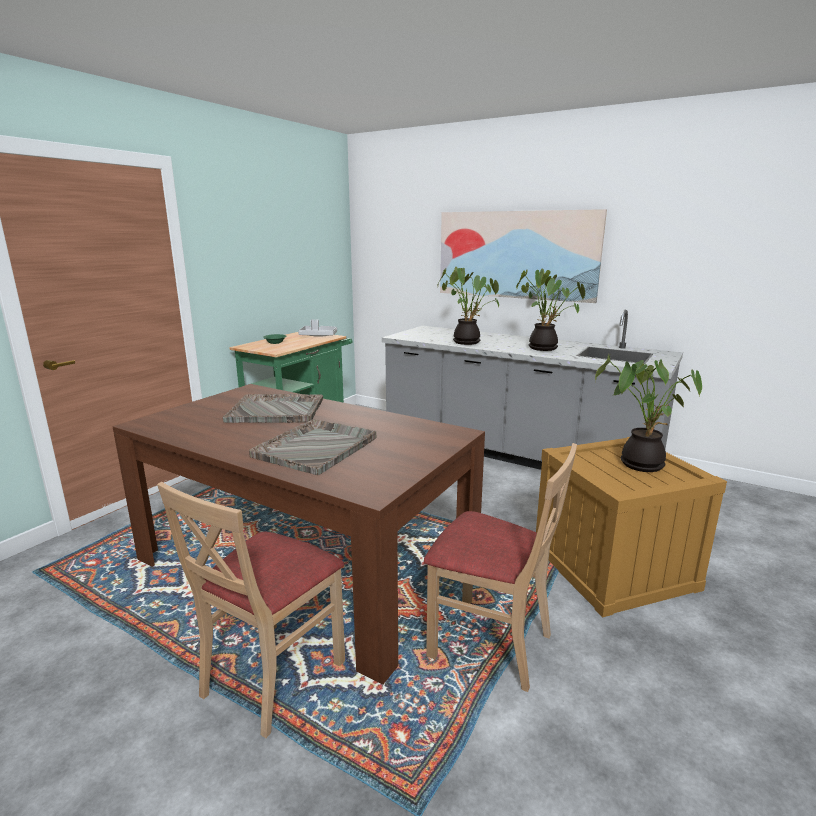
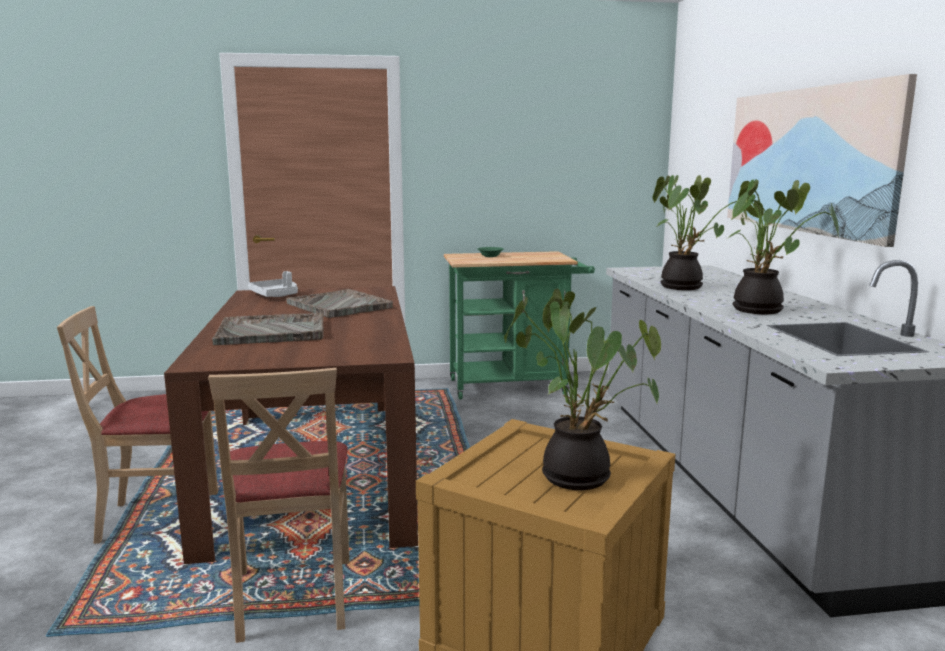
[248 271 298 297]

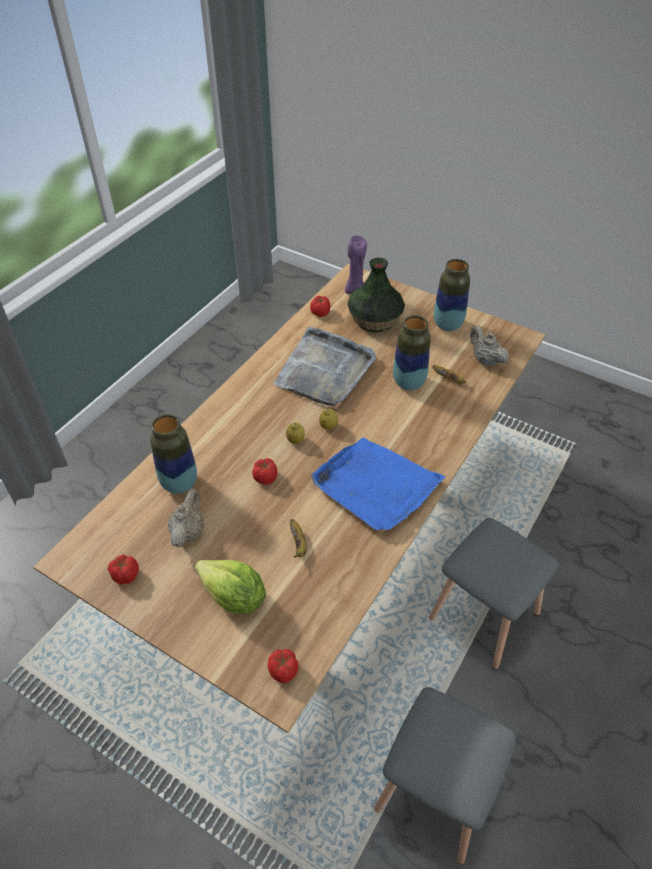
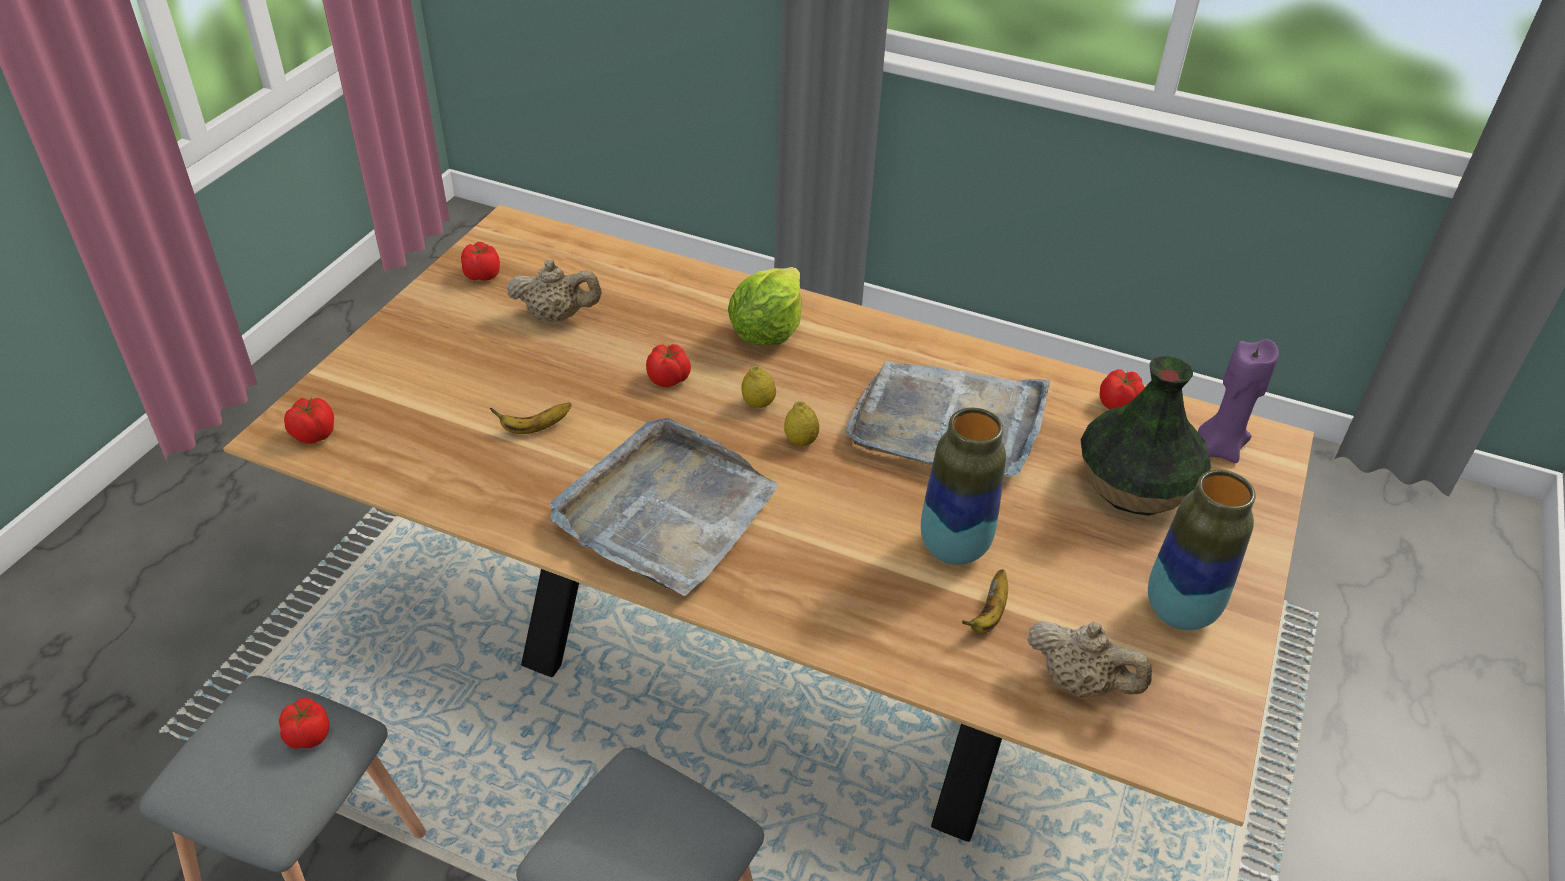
[1027 621 1152 698]
[150 414 197 494] (first image)
[550 418 779 596]
[728 267 802 345]
[279 698 329 749]

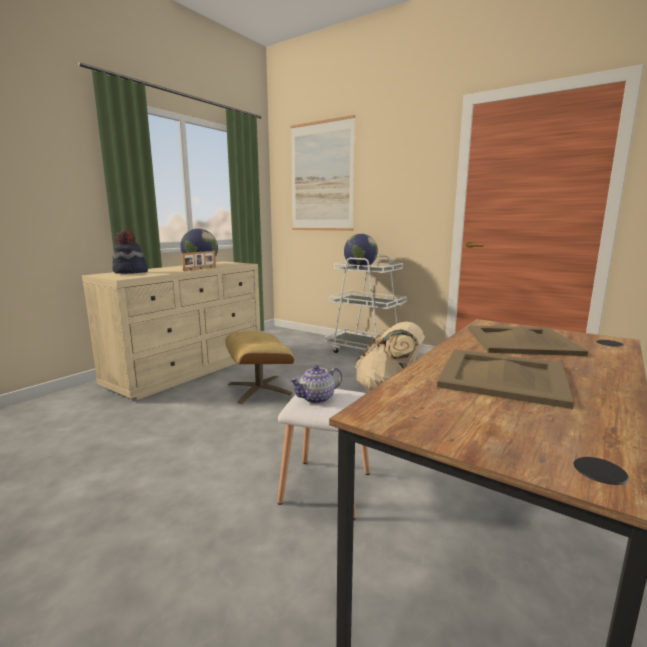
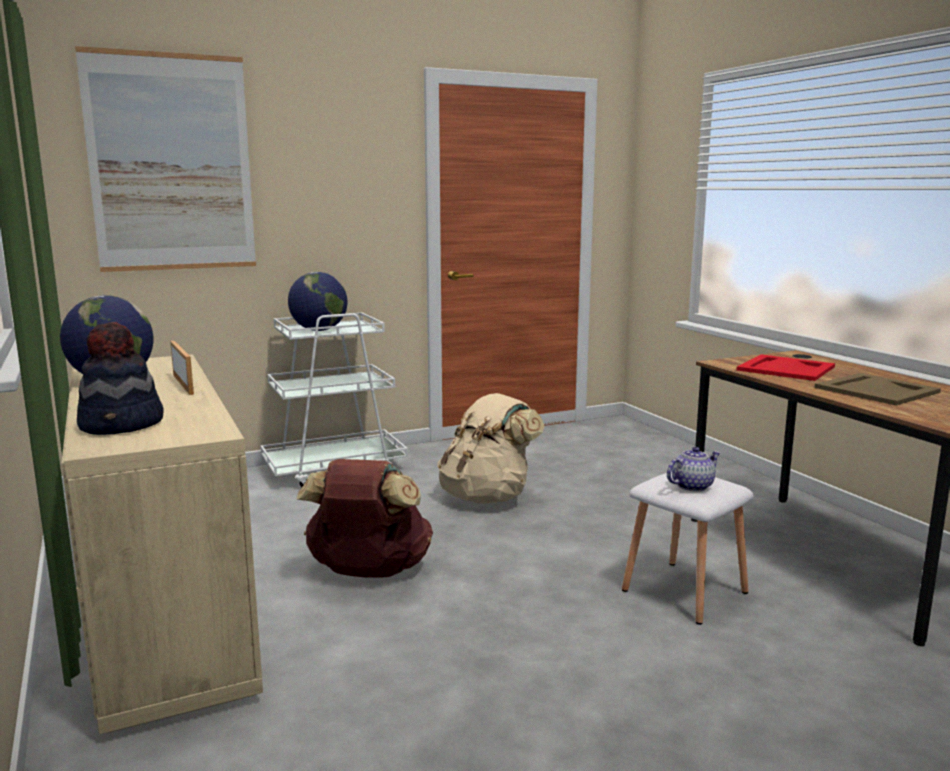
[736 355 835 381]
[296 459 433 578]
[667 447 720 492]

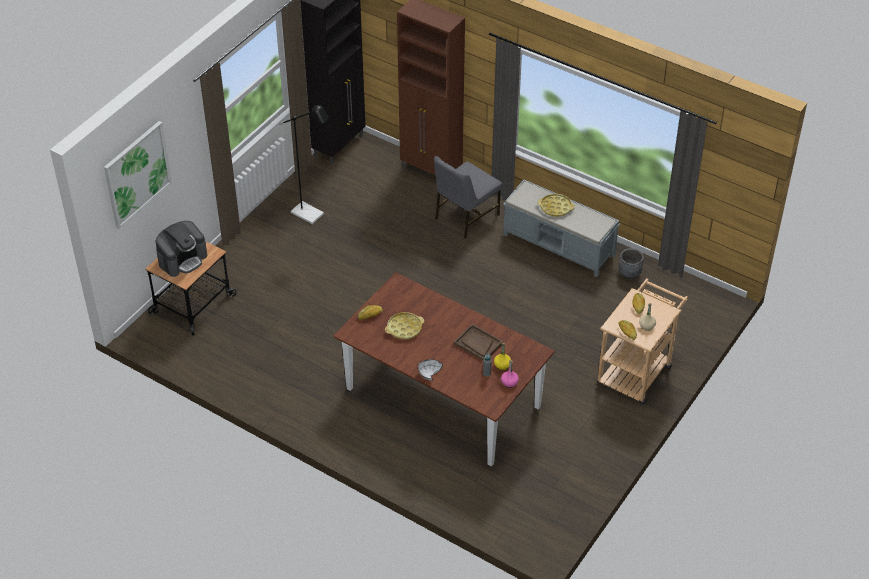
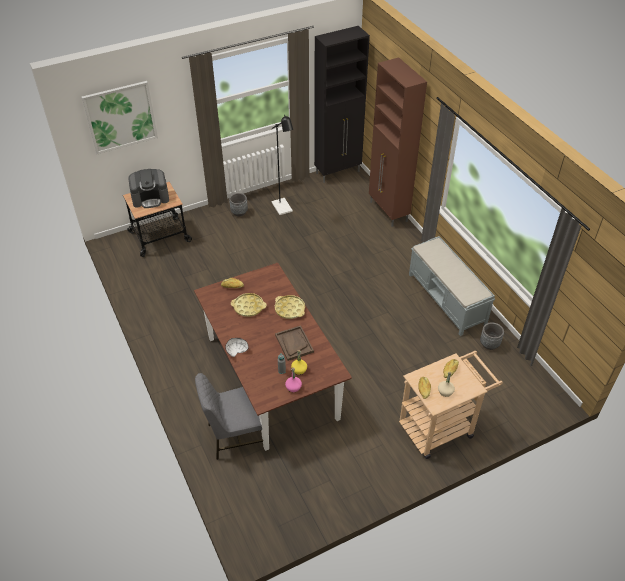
[195 373 263 460]
[275 295 305 319]
[229 193 248 216]

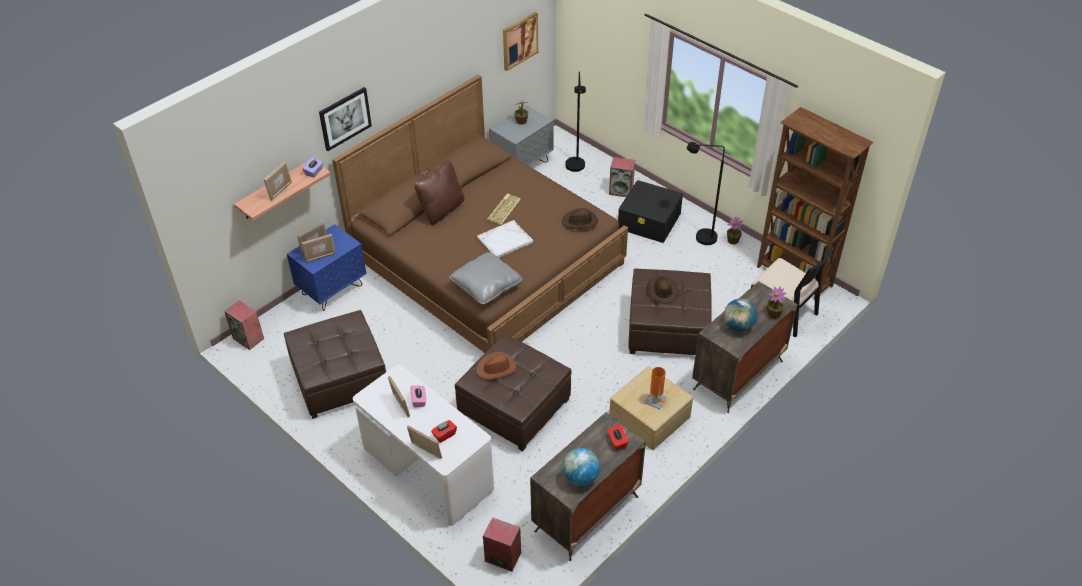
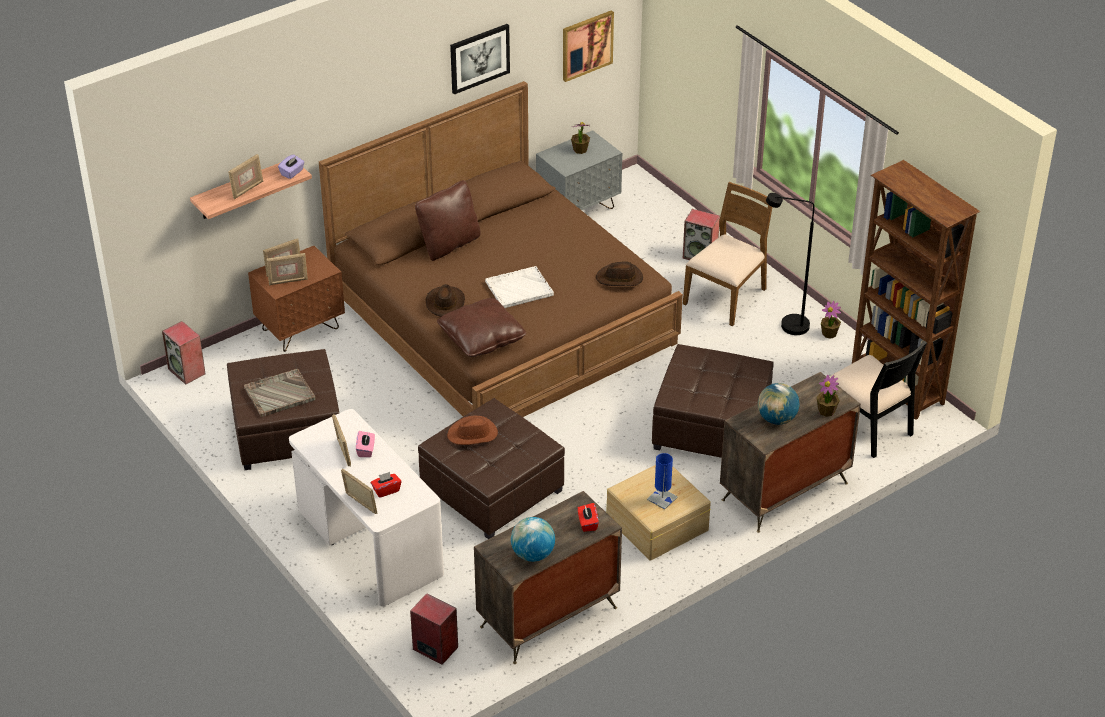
[565 71 586 172] (first image)
[450 24 510 94]
[683 182 772 326]
[487 193 521 225] (first image)
[248 246 345 352]
[437 298 526 357]
[426 284 465 317]
[647 453 678 510]
[244 369 316 417]

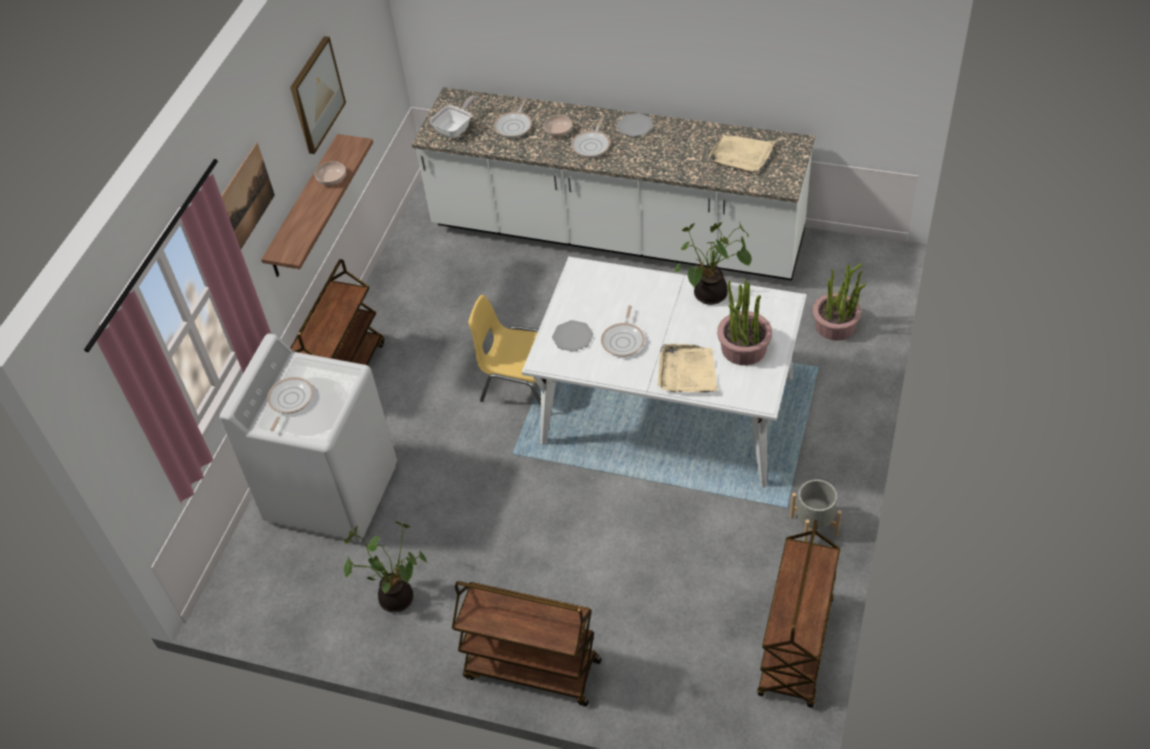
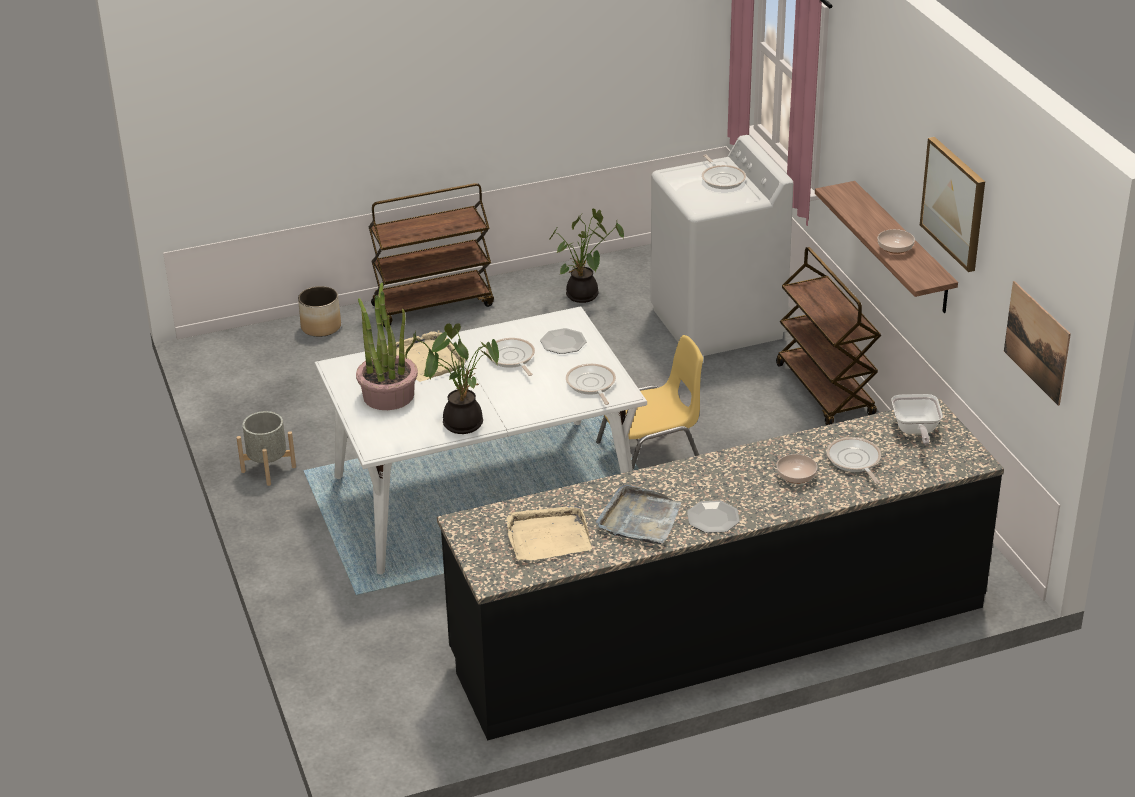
[437 399 1004 741]
[566 364 616 405]
[1004 281 1071 406]
[813 263 866 341] (first image)
[758 520 840 708] (first image)
[298 286 341 337]
[596 485 681 544]

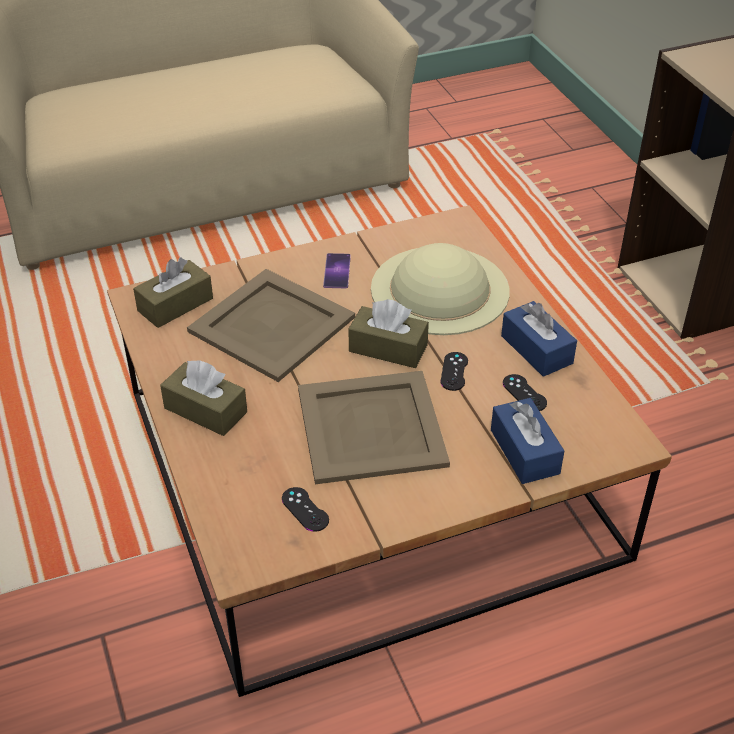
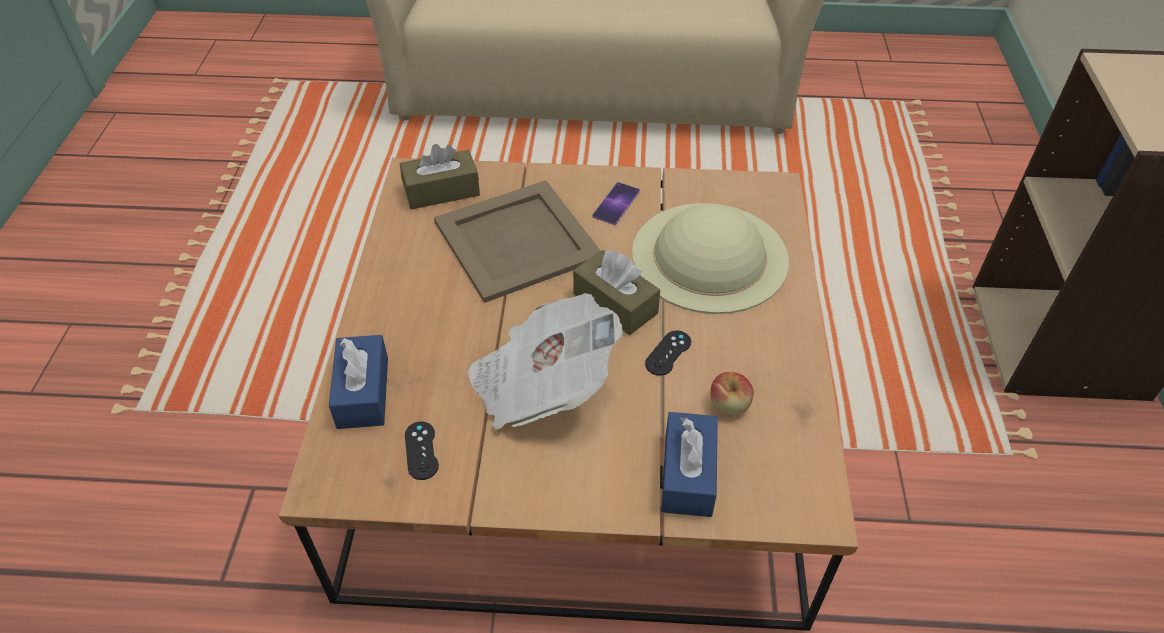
[329 335 388 429]
[160 360 247 436] (first image)
[468 293 623 430]
[710 372 754 416]

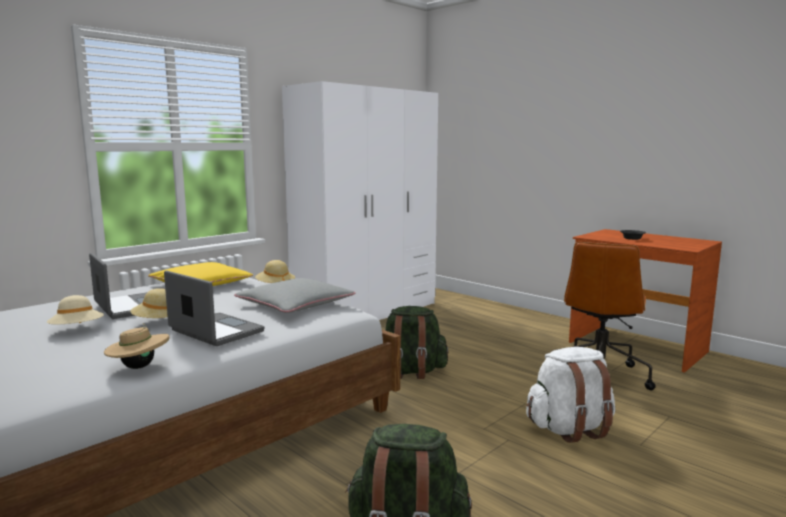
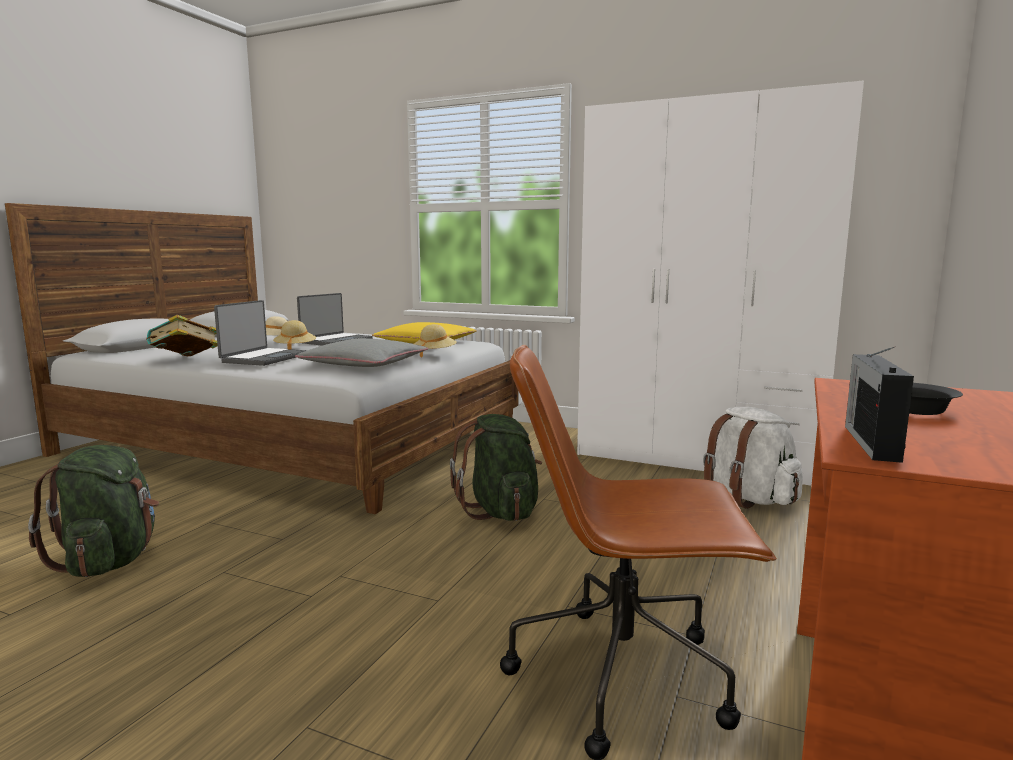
[146 315 218 356]
[703 407 803 509]
[845 347 914 463]

